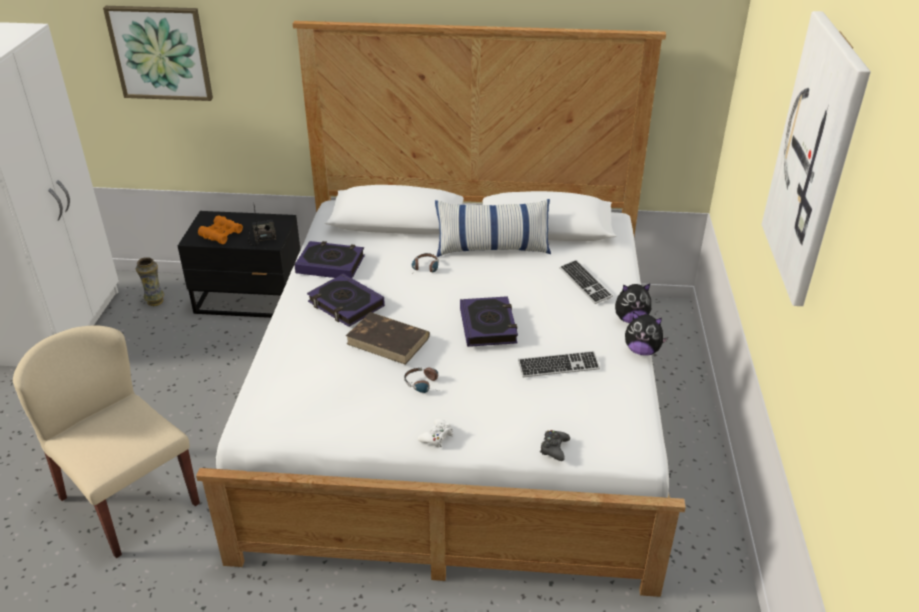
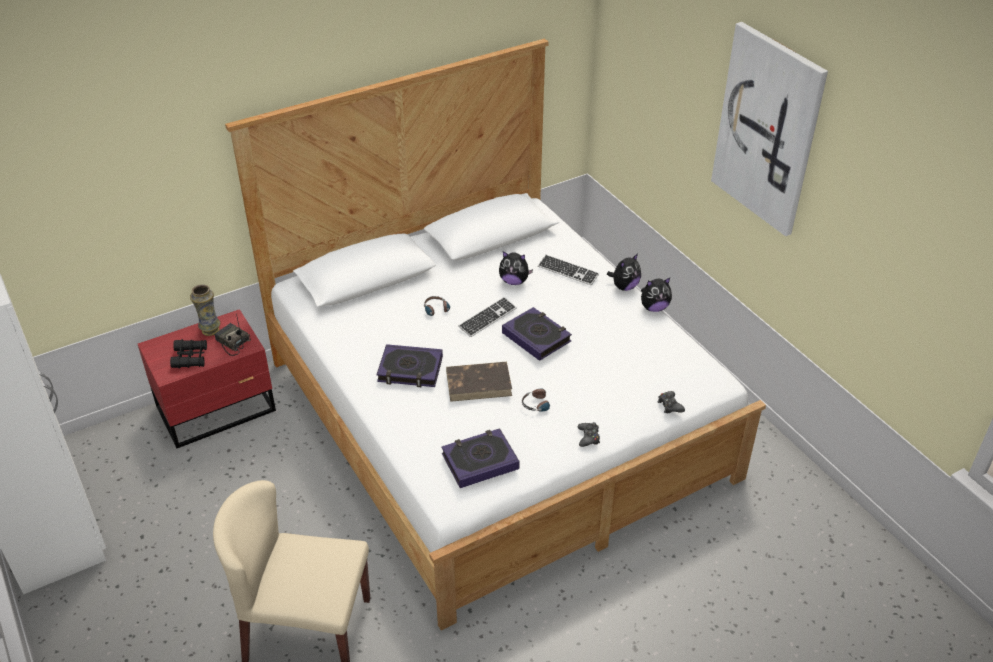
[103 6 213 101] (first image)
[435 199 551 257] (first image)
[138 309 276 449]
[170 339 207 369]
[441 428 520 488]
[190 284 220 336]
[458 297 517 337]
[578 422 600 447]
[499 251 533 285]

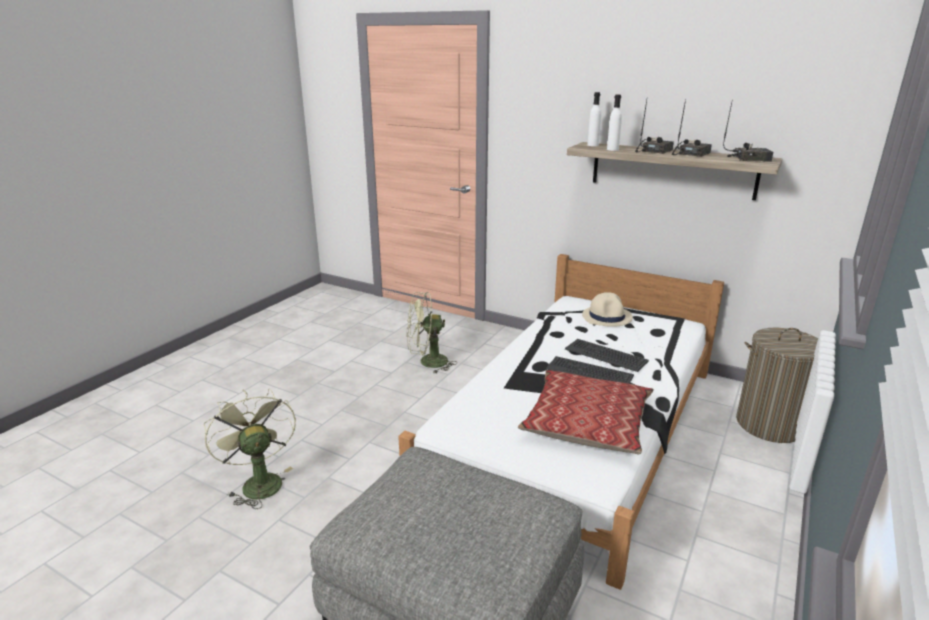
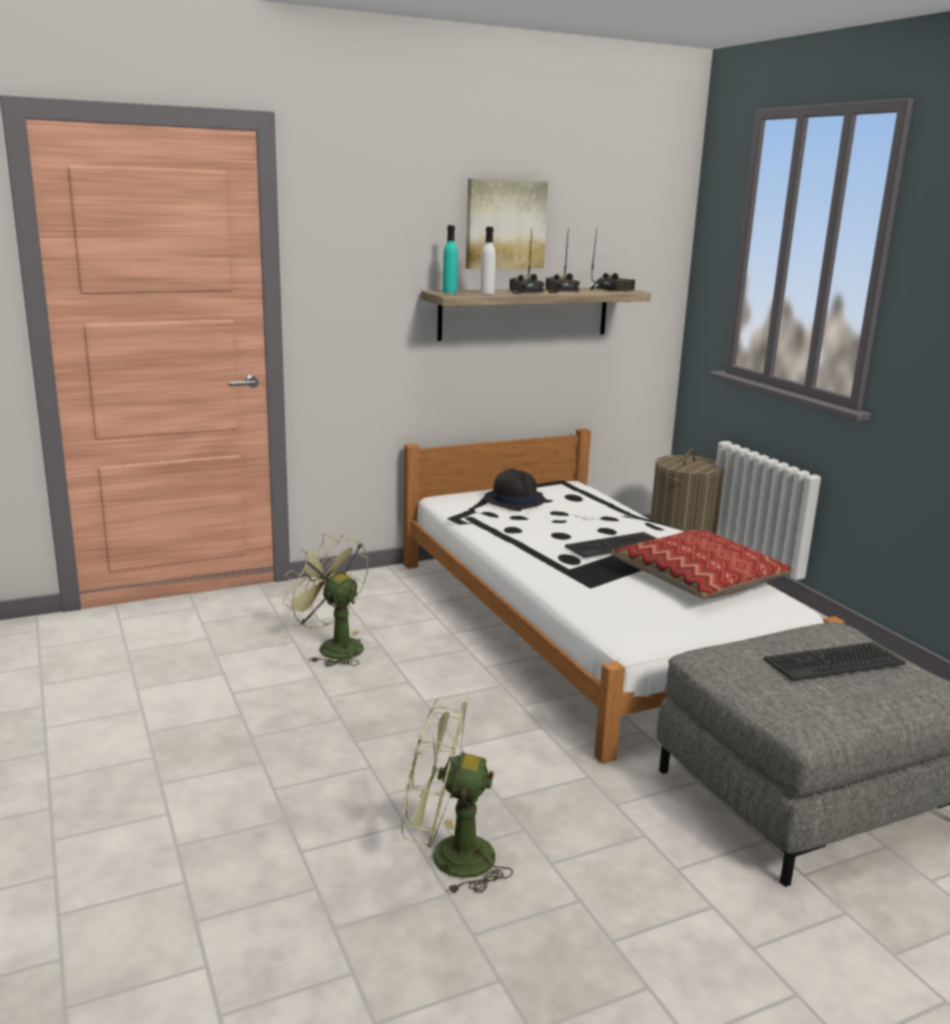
[443 225 458 293]
[282 534 368 666]
[484 469 545 510]
[763 642 906 681]
[466 179 548 269]

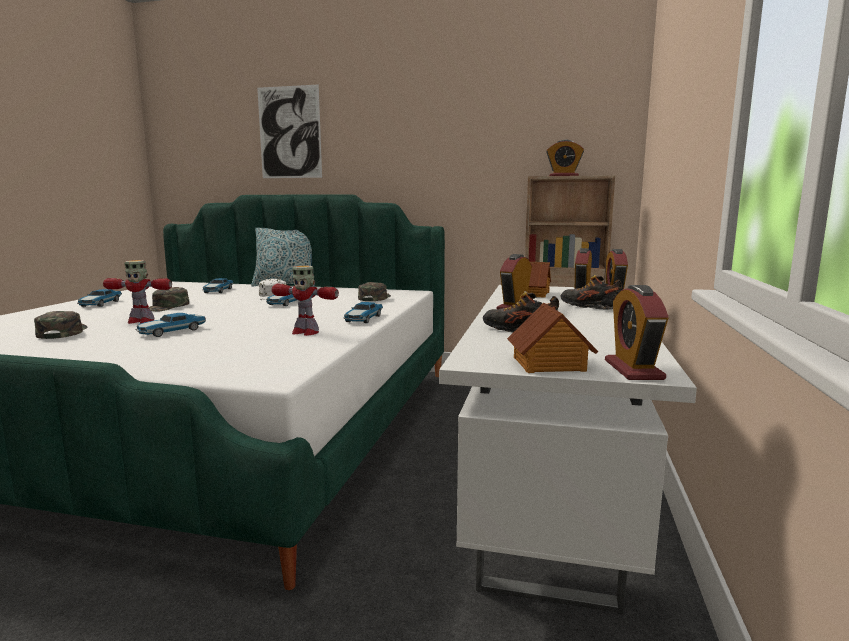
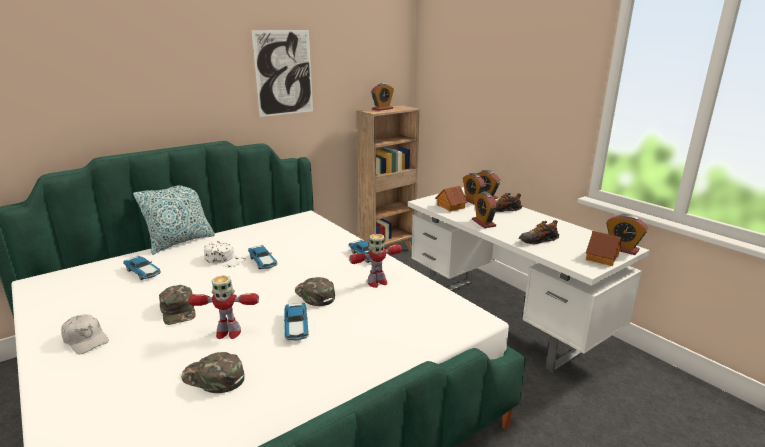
[252 30 313 117]
[188 275 259 339]
[295 277 335 306]
[61 314 109 354]

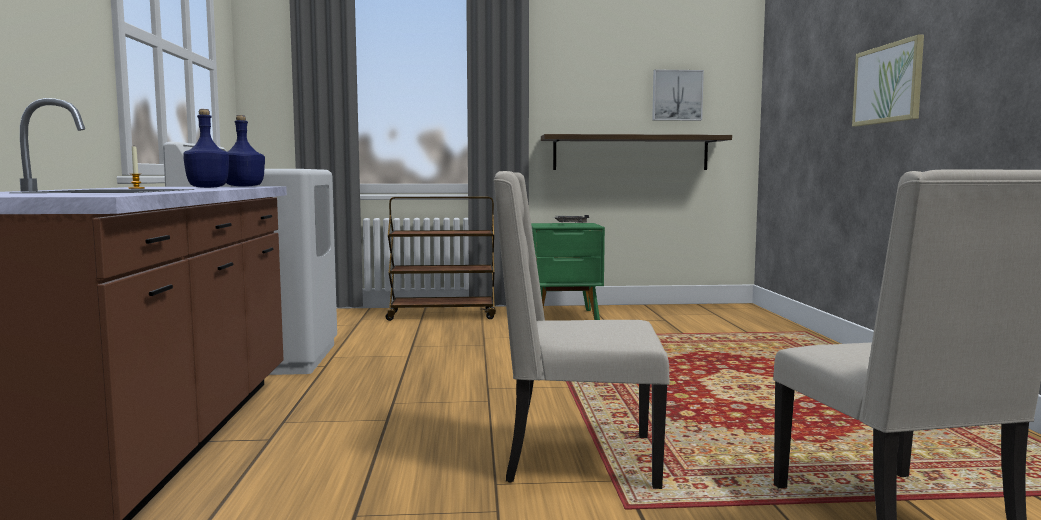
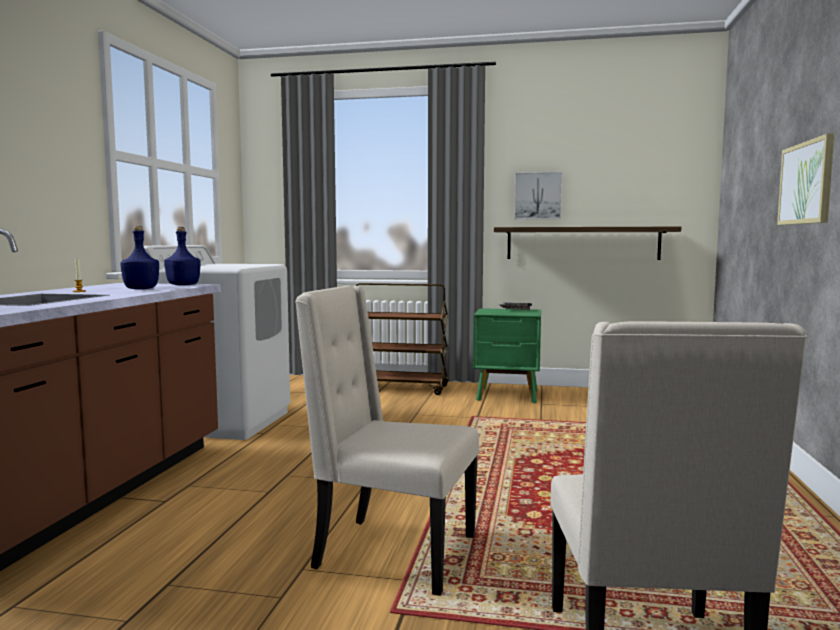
[514 172 563 220]

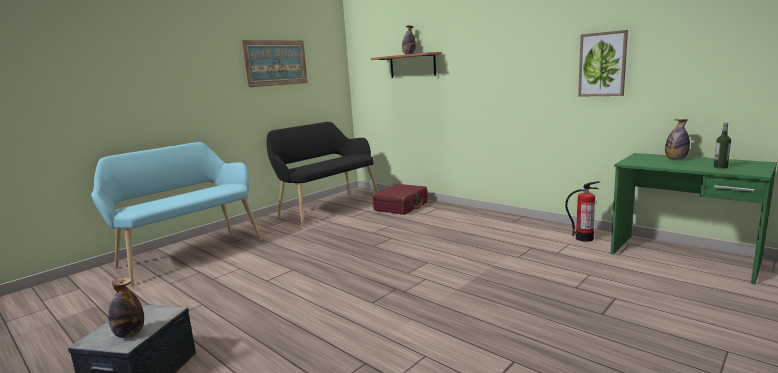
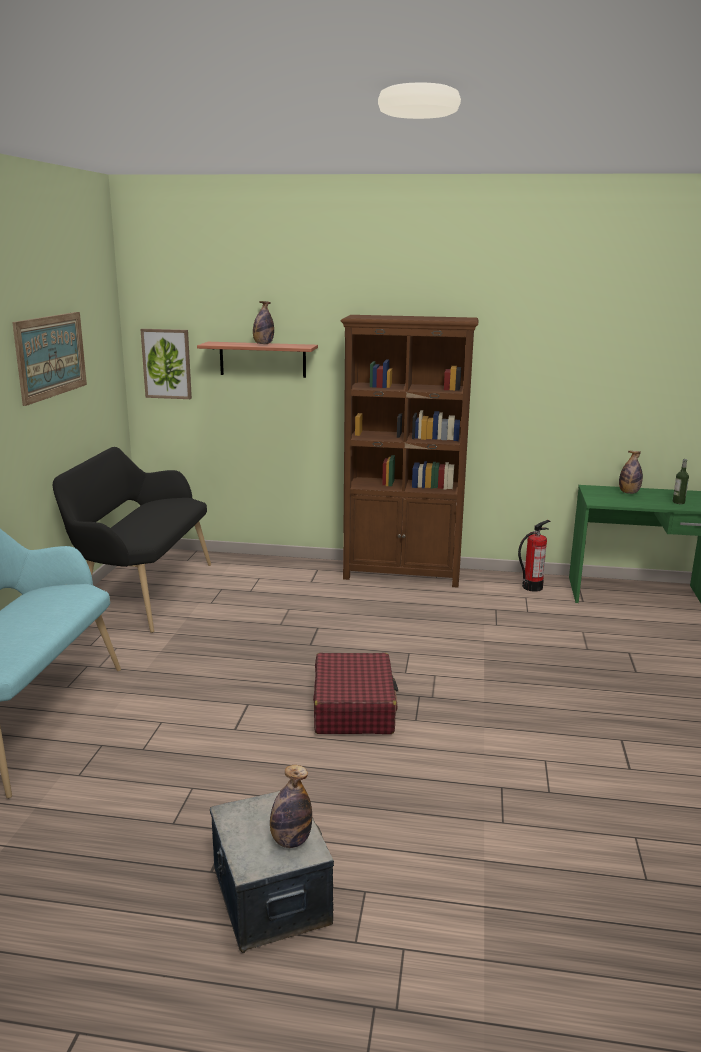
[140 329 192 399]
[313 653 398 734]
[341 315 479 588]

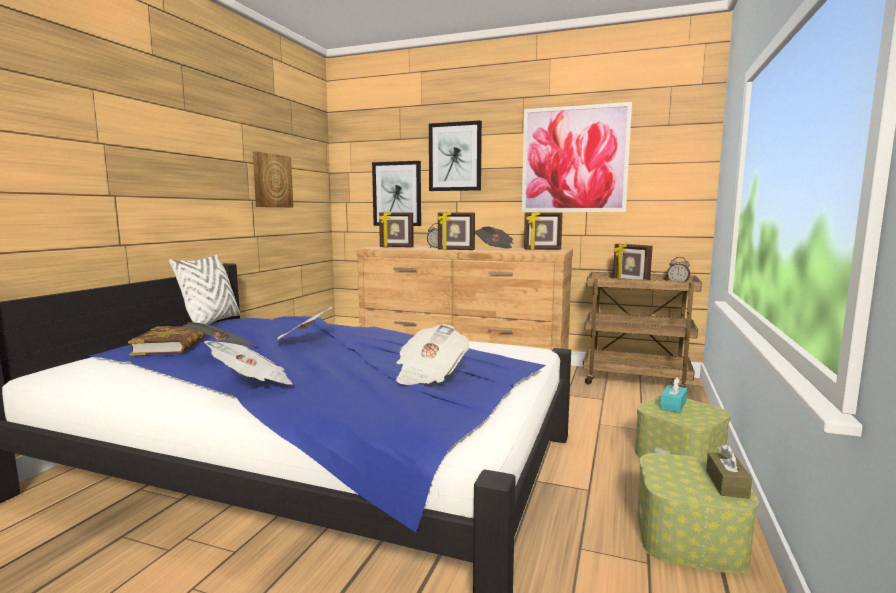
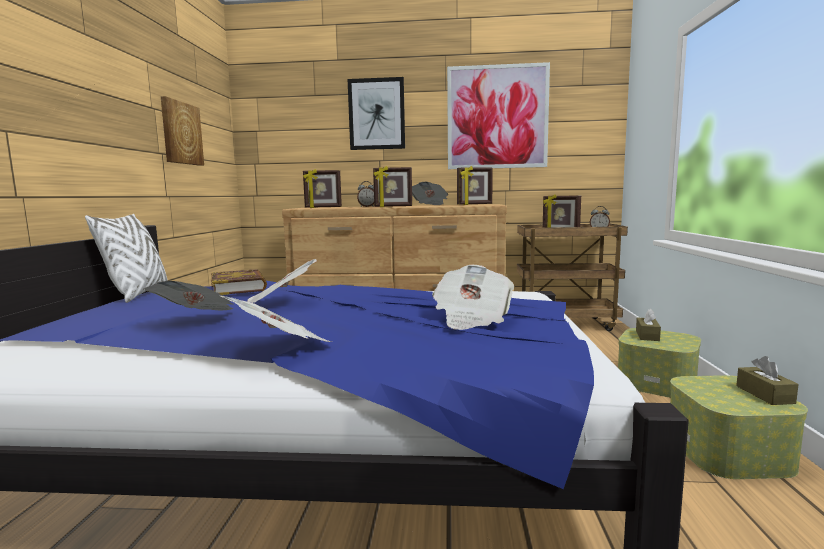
[372 161 421 226] (first image)
[211 269 267 295]
[636 309 661 341]

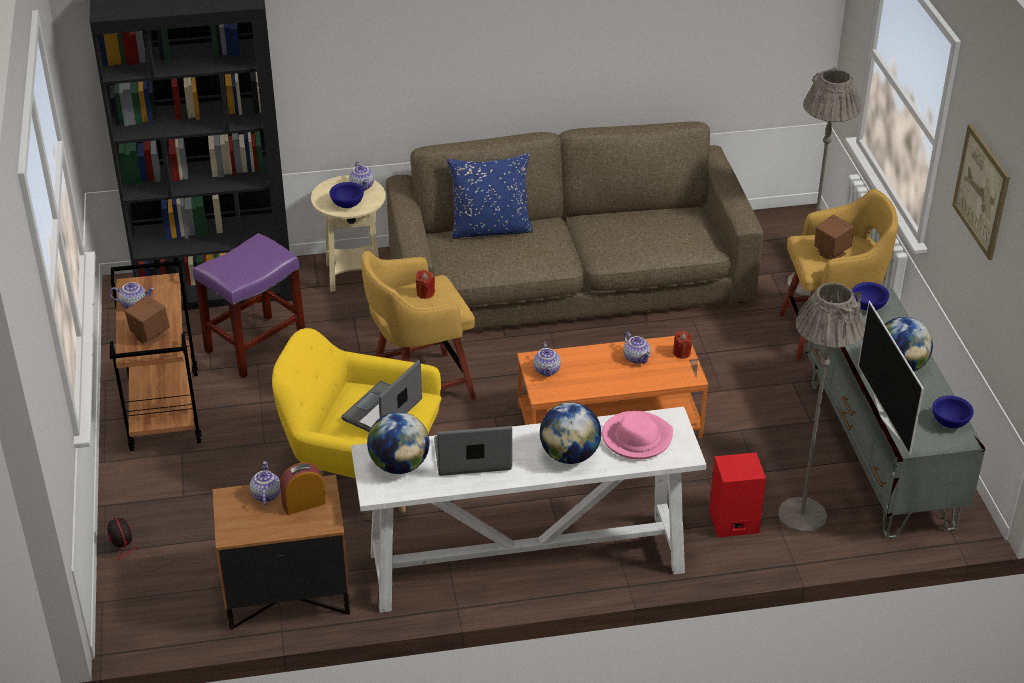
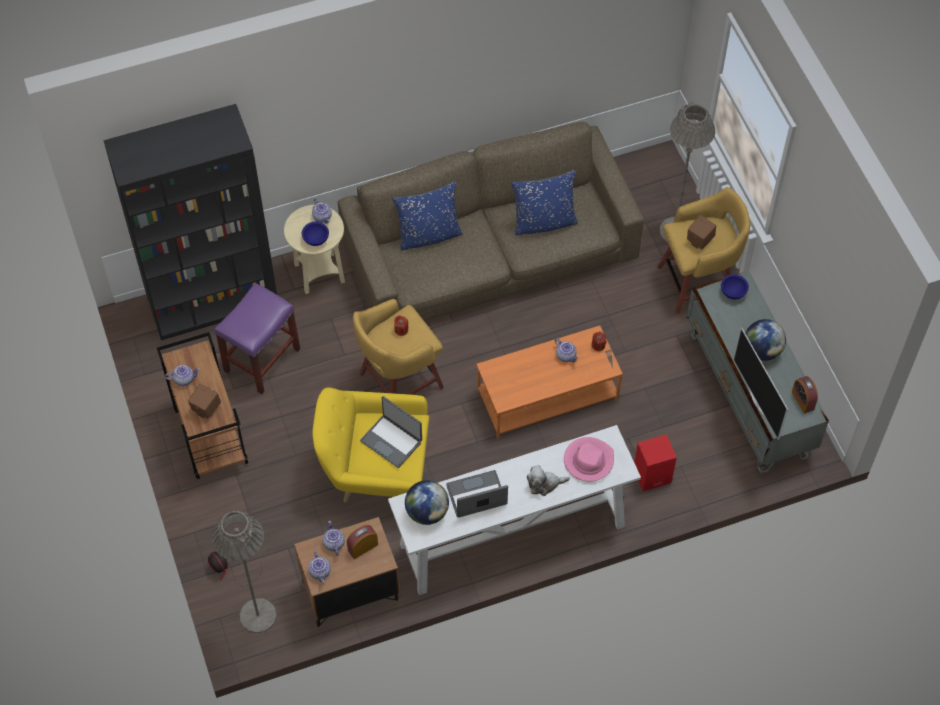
[952 124 1010 260] (first image)
[212 511 277 633]
[308 550 331 582]
[360 396 422 468]
[792 376 818 413]
[526 465 570 496]
[511 170 578 236]

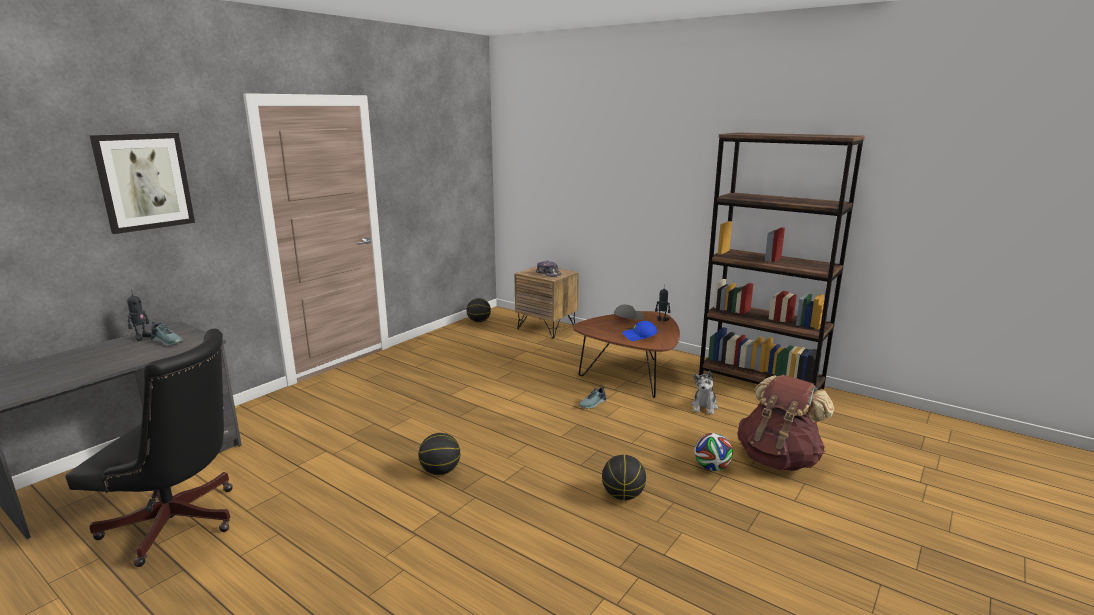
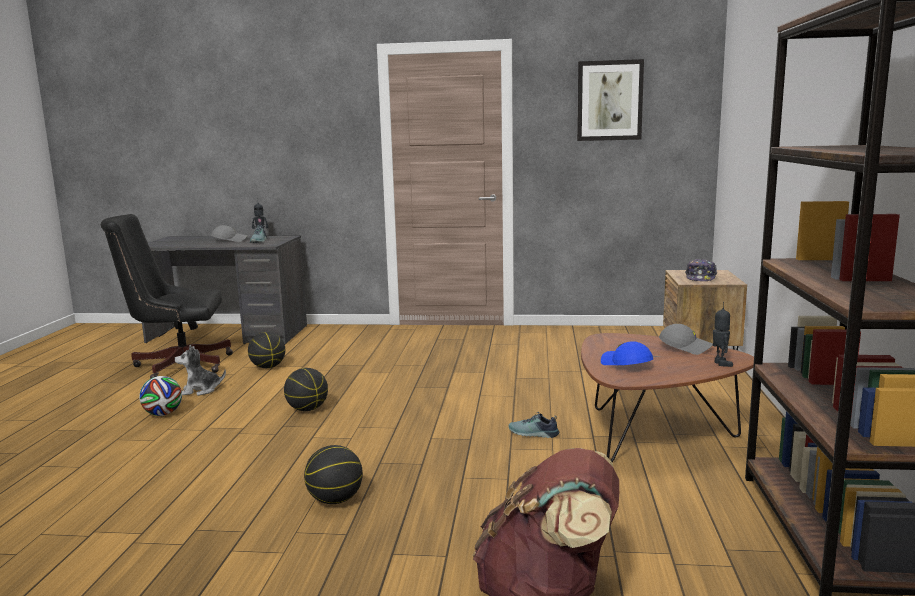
[577 59 644 141]
[248 332 285 368]
[101 214 233 379]
[175 345 226 396]
[139 376 182 416]
[211 225 247 242]

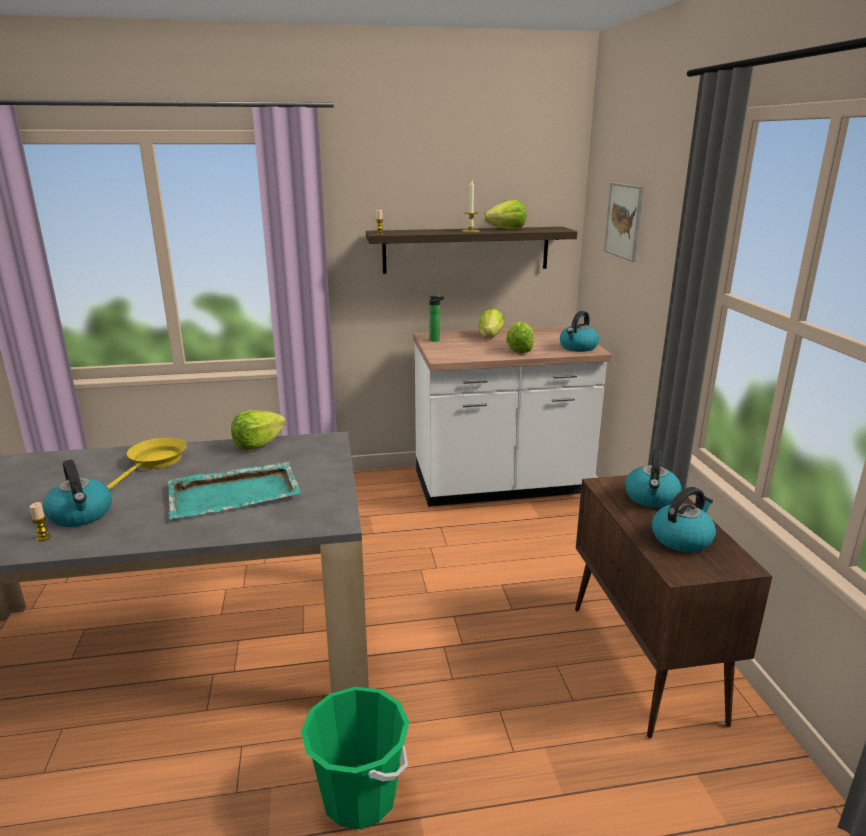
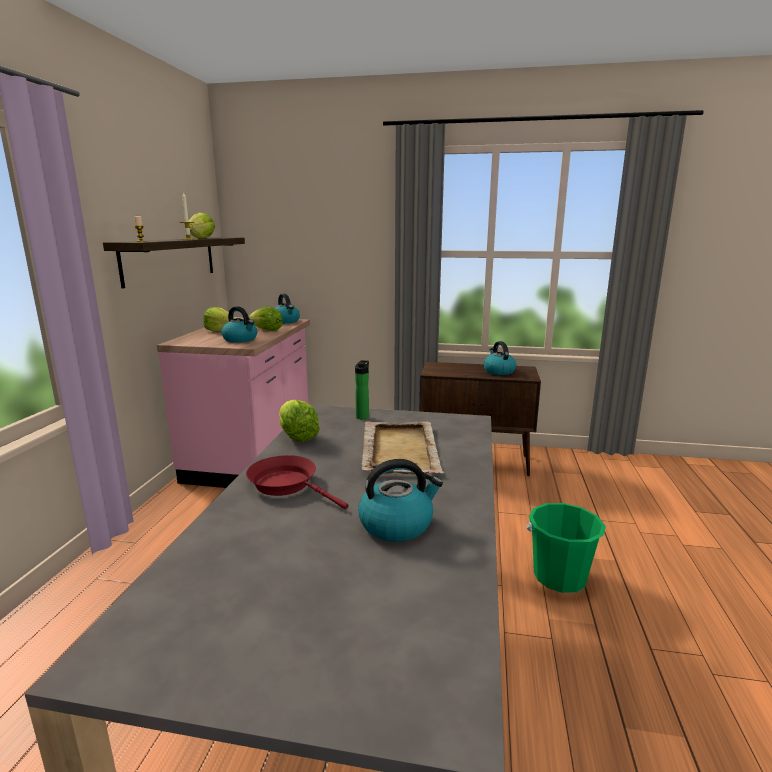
[604 183 644 262] (first image)
[355 360 369 419]
[157 317 310 488]
[246 455 349 509]
[221 307 257 343]
[362 421 444 474]
[30 502 51 541] (first image)

